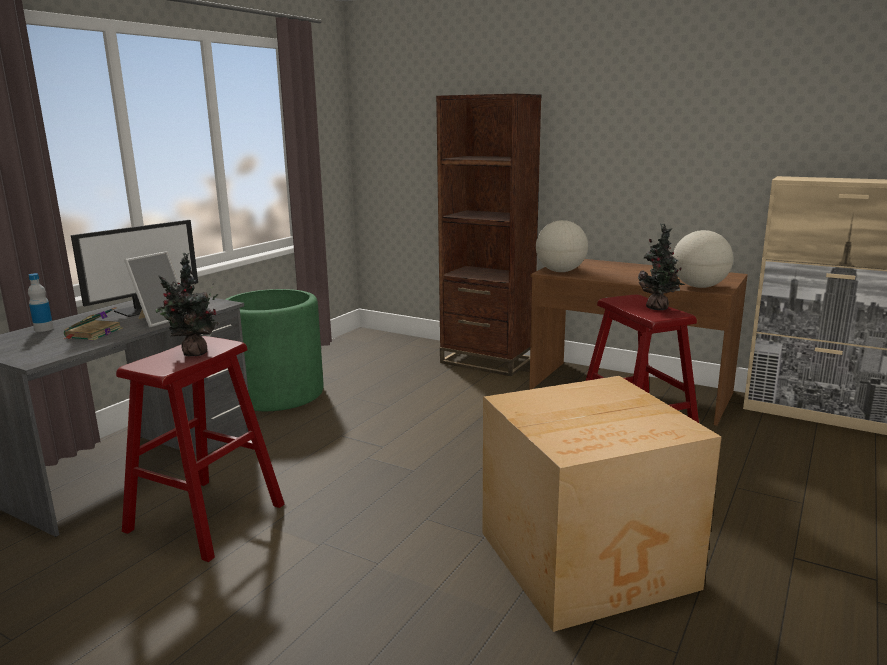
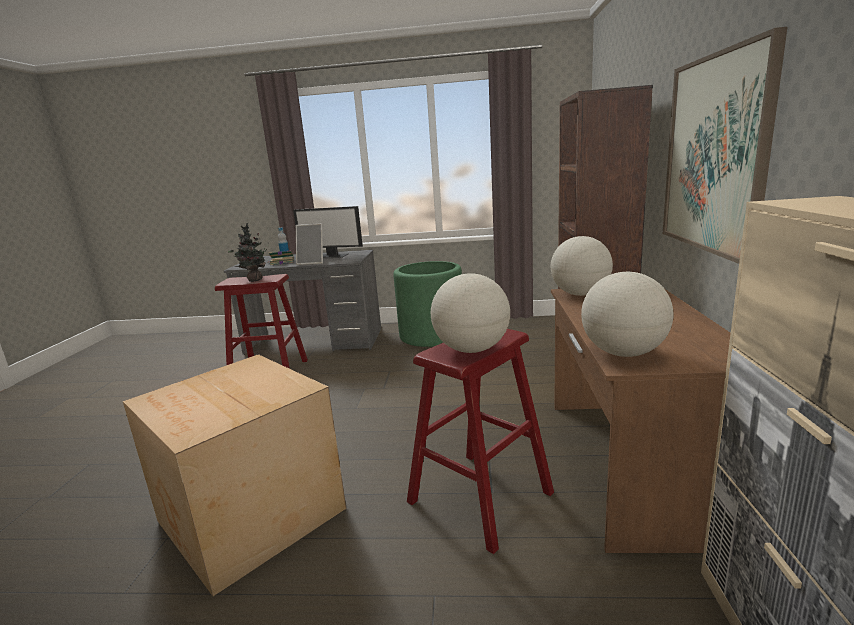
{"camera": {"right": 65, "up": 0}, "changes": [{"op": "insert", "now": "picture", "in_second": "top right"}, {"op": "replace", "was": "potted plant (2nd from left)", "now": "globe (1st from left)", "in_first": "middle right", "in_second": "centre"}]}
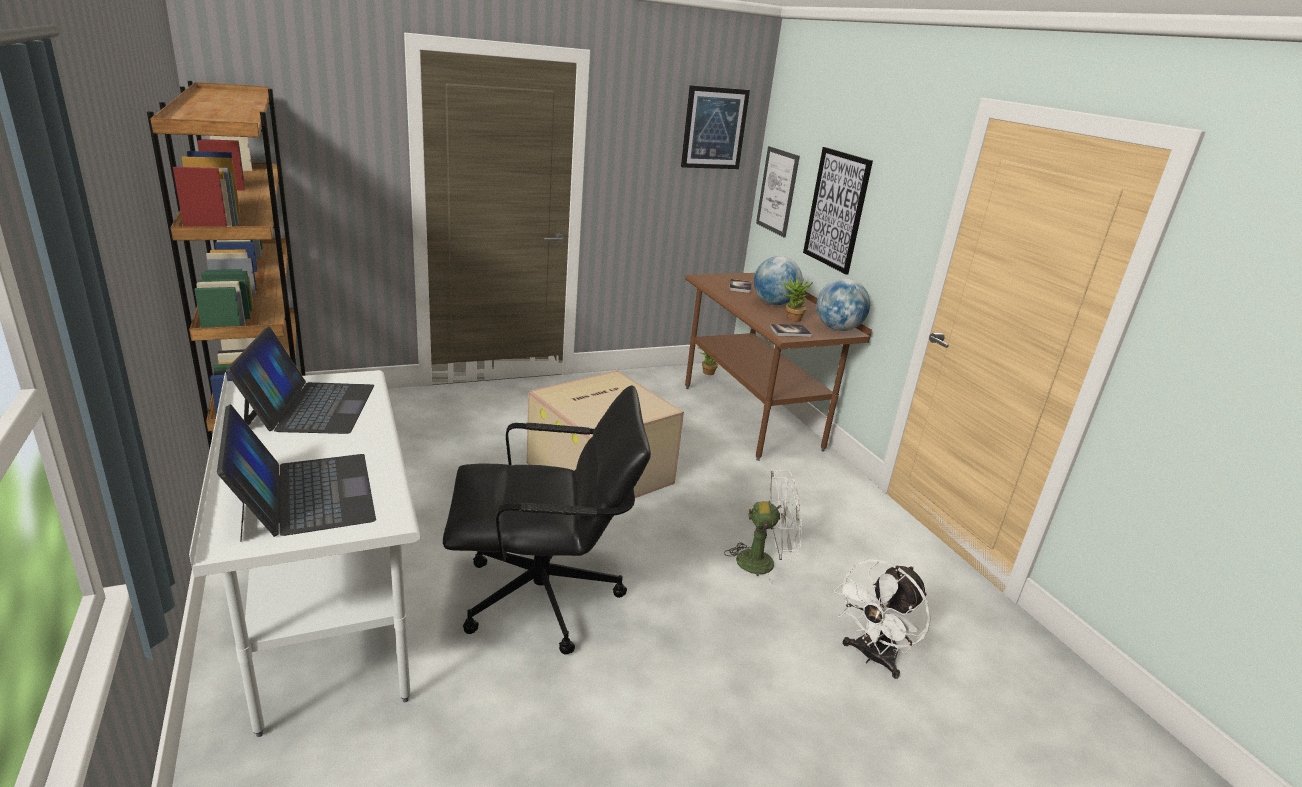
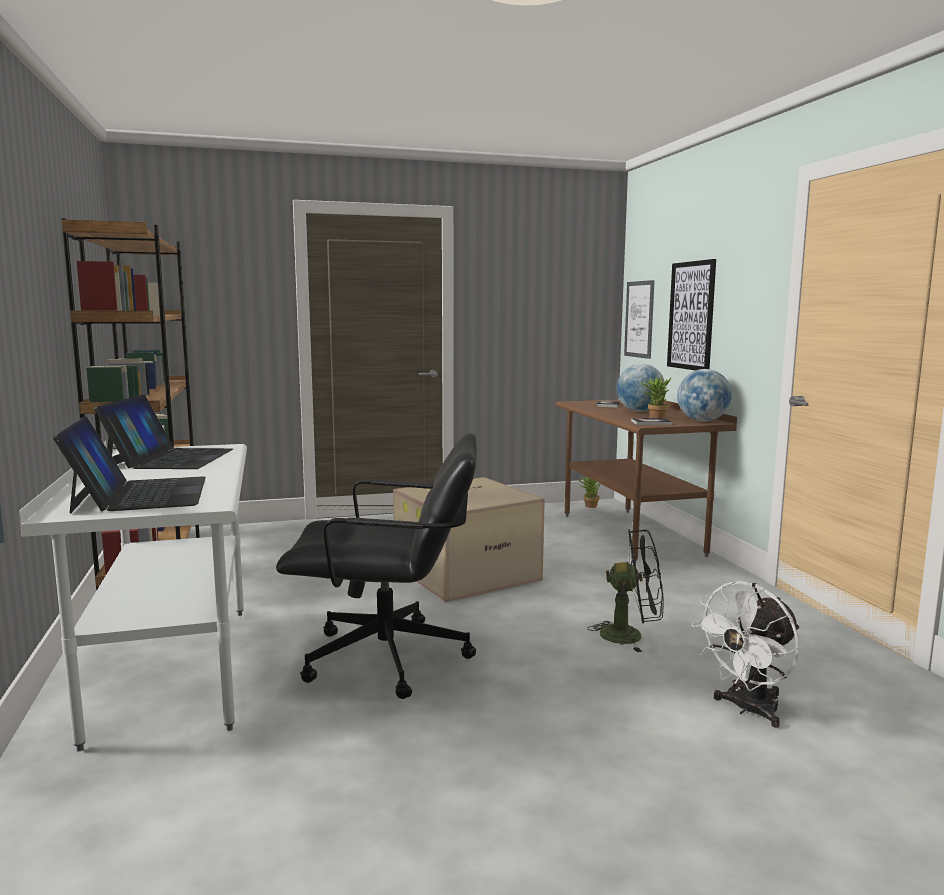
{"camera": {"right": 10, "up": -15}, "changes": [{"op": "delete", "was": "picture (1st from left)", "in_first": "top centre"}, {"op": "recolor", "was": "fan (white) (1st from left)", "now": "fan (black)", "in_first": "bottom centre", "in_second": "centre"}]}
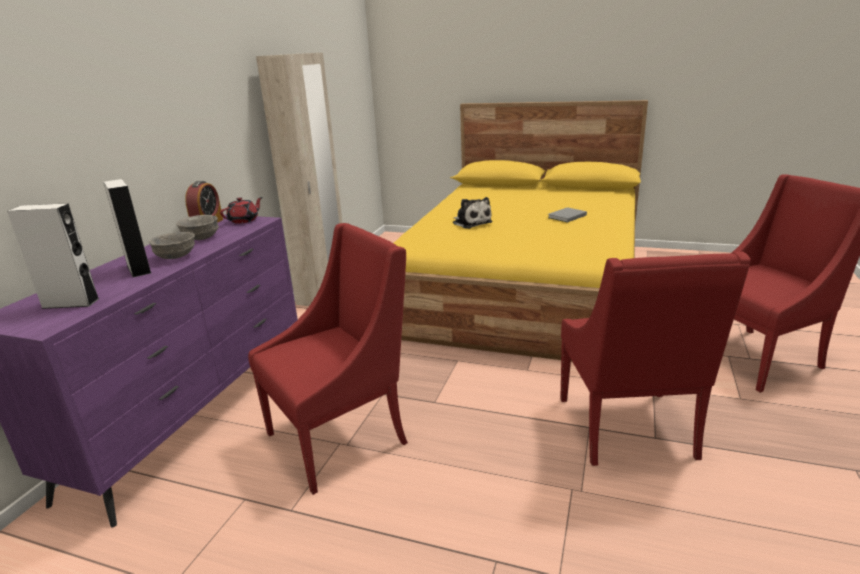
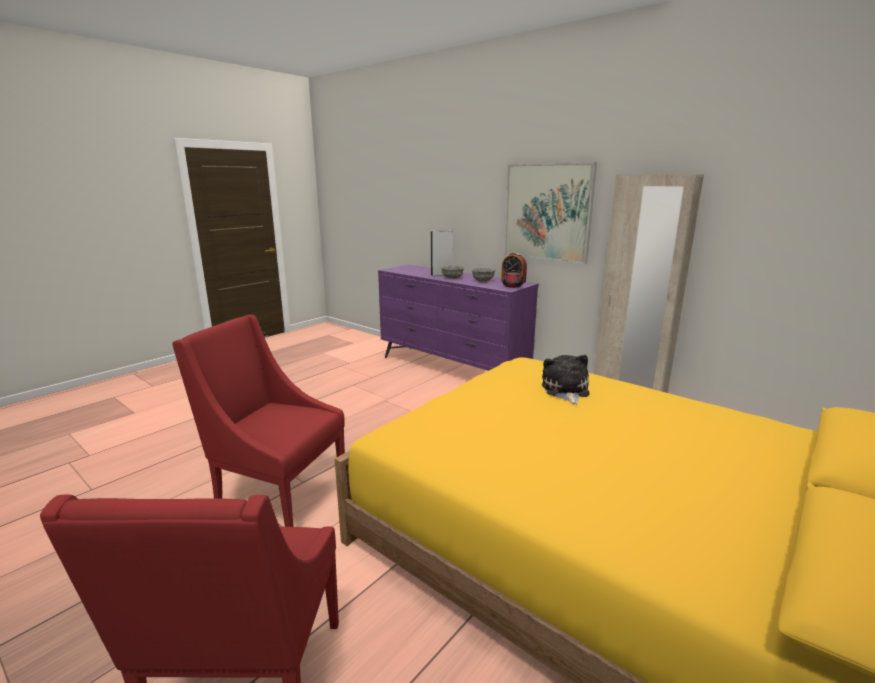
{"camera": {"right": 110, "up": -5}, "changes": [{"op": "delete", "was": "speaker (grey) (1st from left)", "in_first": "middle left"}, {"op": "delete", "was": "armchair (red) (1st from left)", "in_first": "centre"}, {"op": "delete", "was": "book (grey)", "in_first": "centre"}, {"op": "insert", "now": "picture", "in_second": "top centre"}, {"op": "rotate", "was": "plush toy", "in_first": "centre", "in_second": "centre", "clockwise": 105}]}
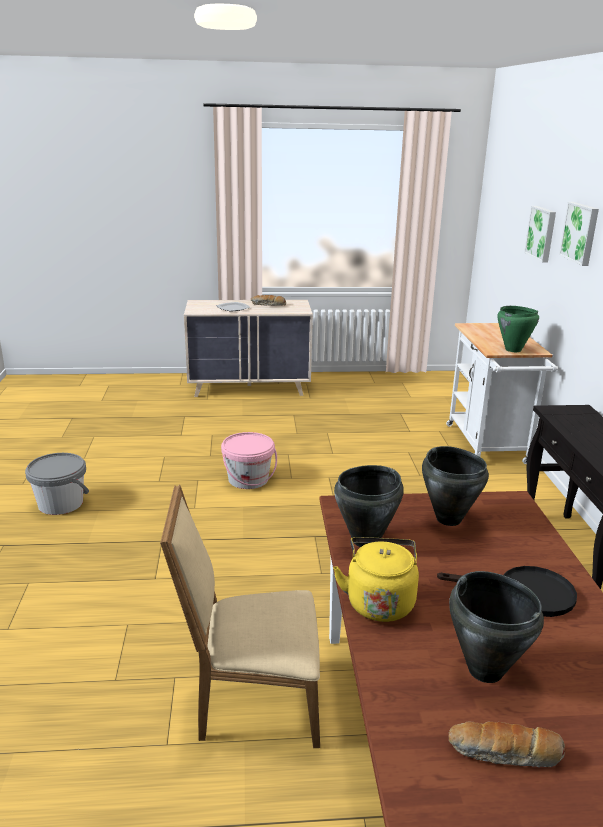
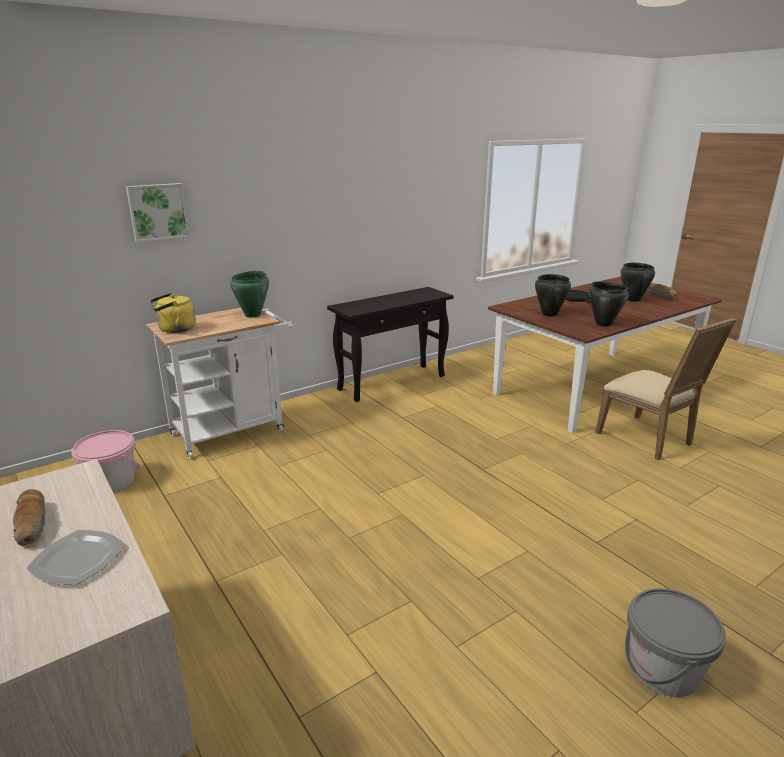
{"camera": {"right": -120, "up": 0}, "changes": [{"op": "delete", "was": "picture (2nd from left)", "in_first": "top right"}, {"op": "move", "was": "bucket (pink)", "in_first": "centre", "in_second": "middle left"}, {"op": "move", "was": "kettle (yellow)", "in_first": "bottom centre", "in_second": "middle left"}]}
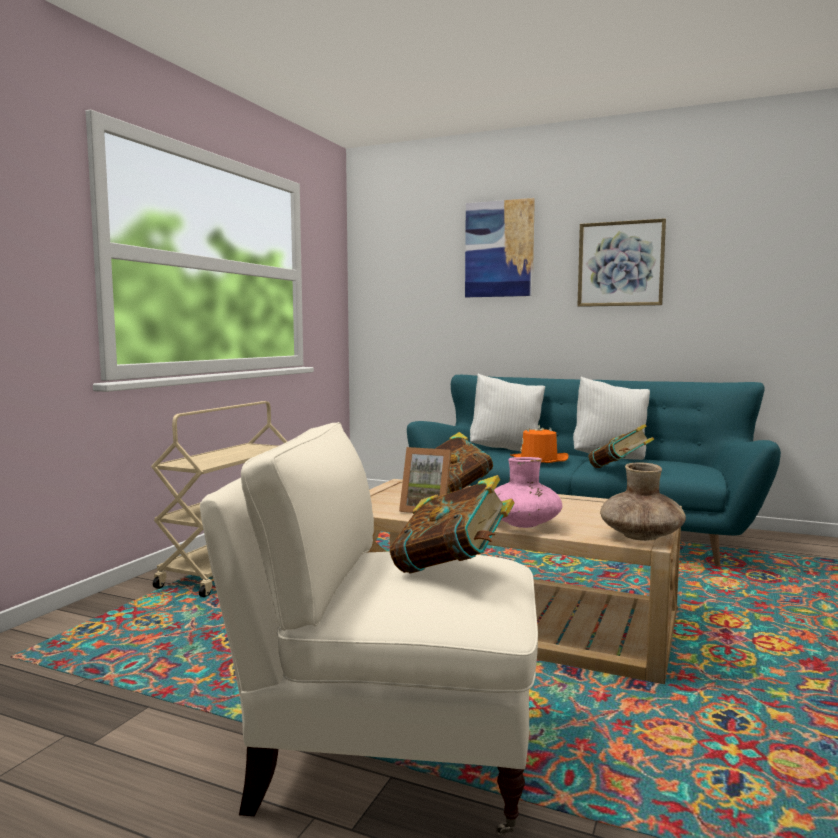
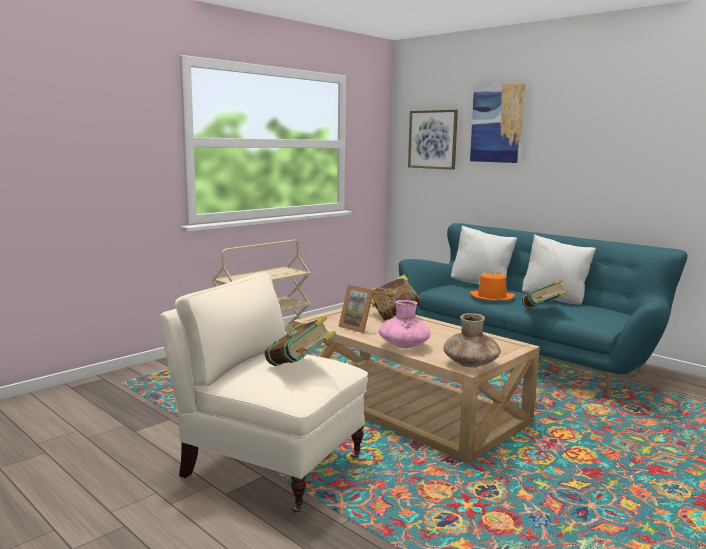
{"camera": {"right": 20, "up": 5}, "changes": [{"op": "move", "was": "picture (2nd from left in the first image)", "now": "picture (1st from left)", "in_first": "top right", "in_second": "top centre"}]}
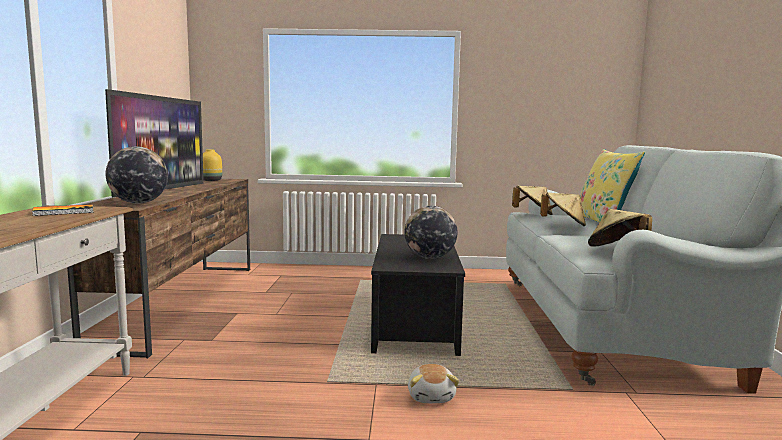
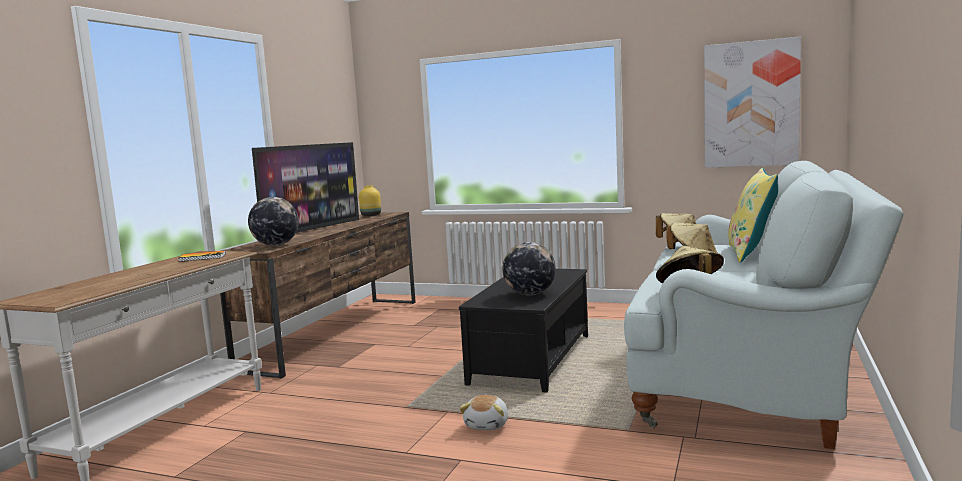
{"camera": {"right": 20, "up": 0}, "changes": [{"op": "insert", "now": "picture", "in_second": "top right"}]}
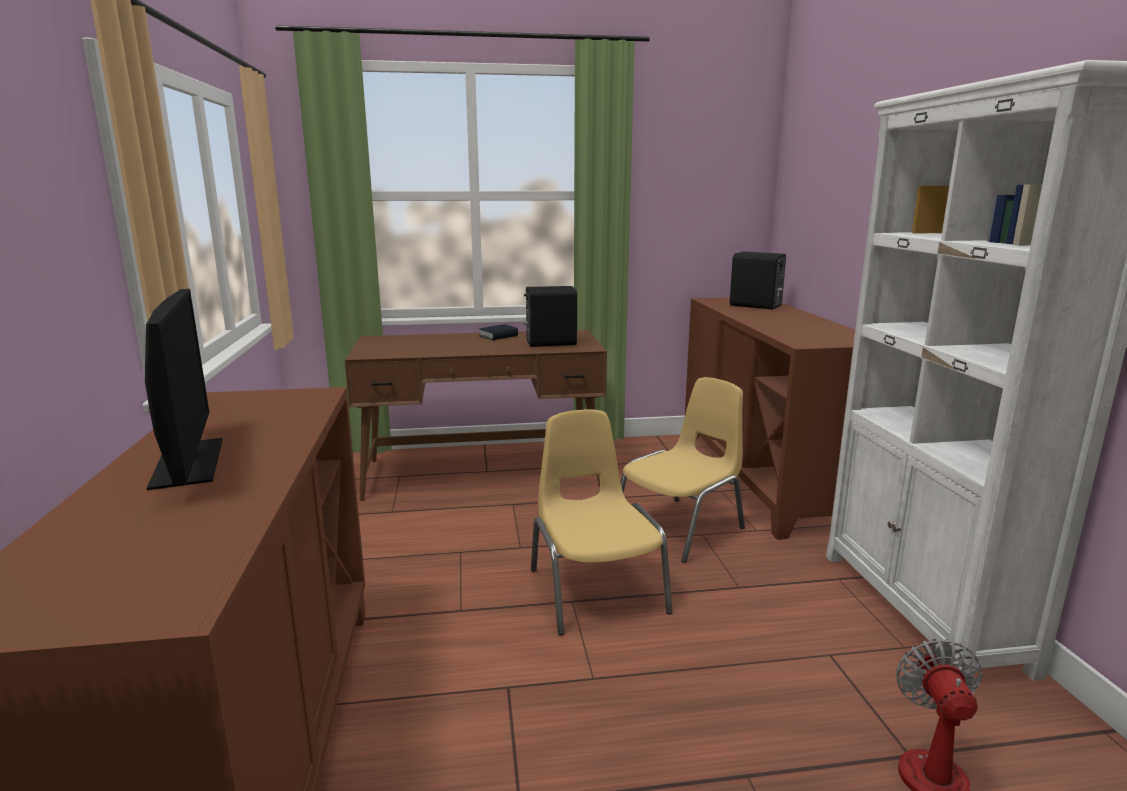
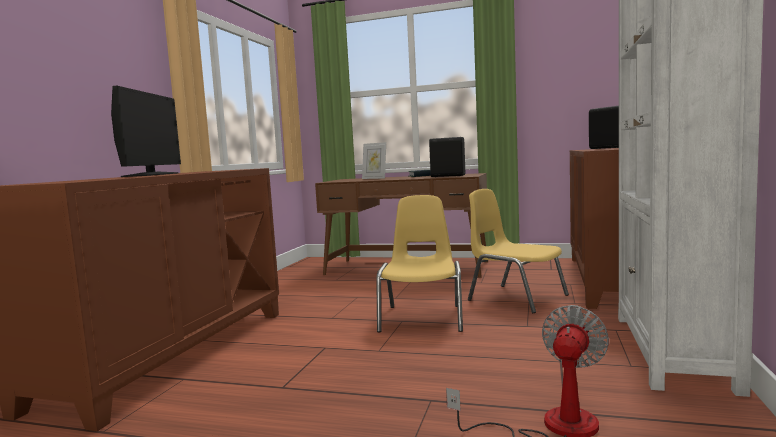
{"camera": {"right": 25, "up": -10}, "changes": [{"op": "insert", "now": "picture frame", "in_second": "centre"}, {"op": "rotate", "was": "chair (yellow) (2nd from left)", "in_first": "centre", "in_second": "middle right", "clockwise": -120}]}
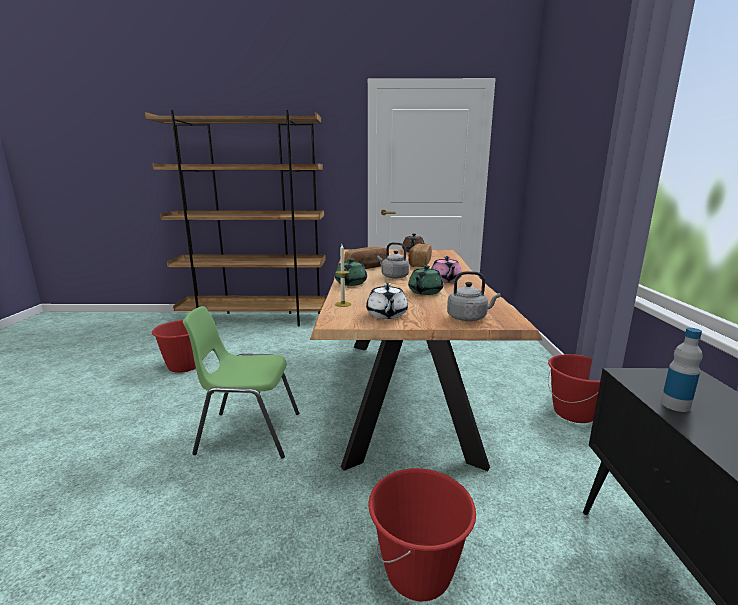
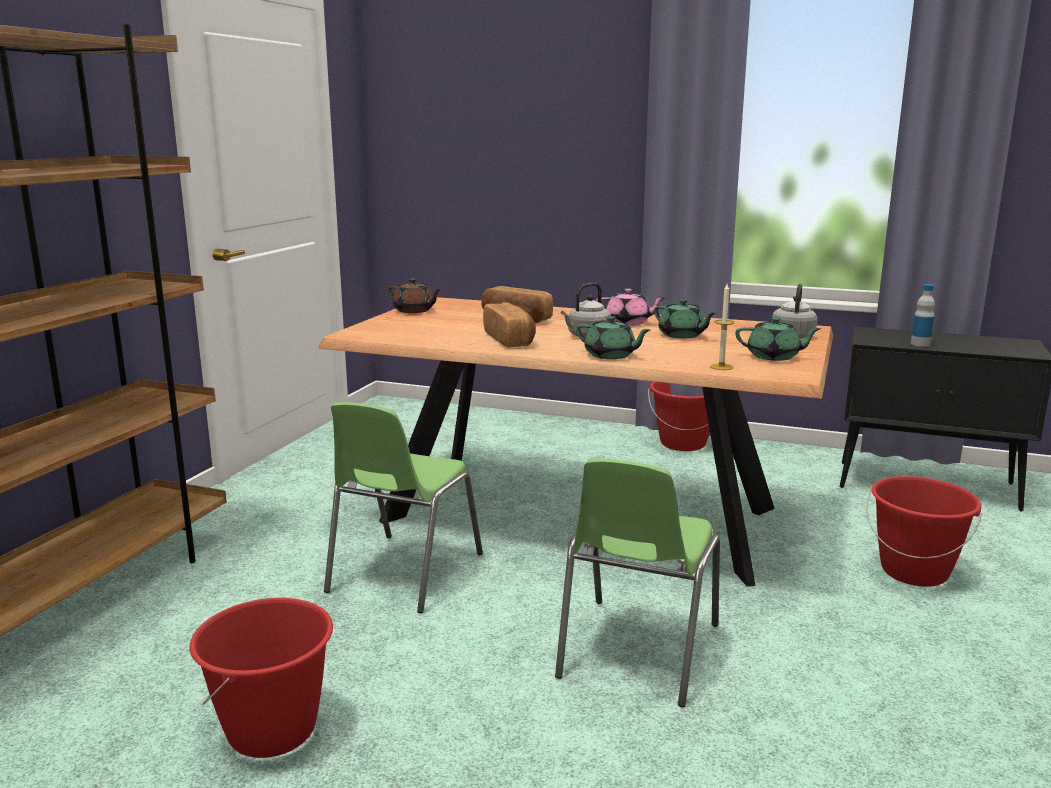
{"camera": {"right": -70, "up": 0}, "changes": [{"op": "insert", "now": "chair (green) (1st from left)", "in_second": "centre"}, {"op": "recolor", "was": "teapot (white)", "now": "teapot (green) (3rd from left)", "in_first": "centre", "in_second": "middle right"}]}
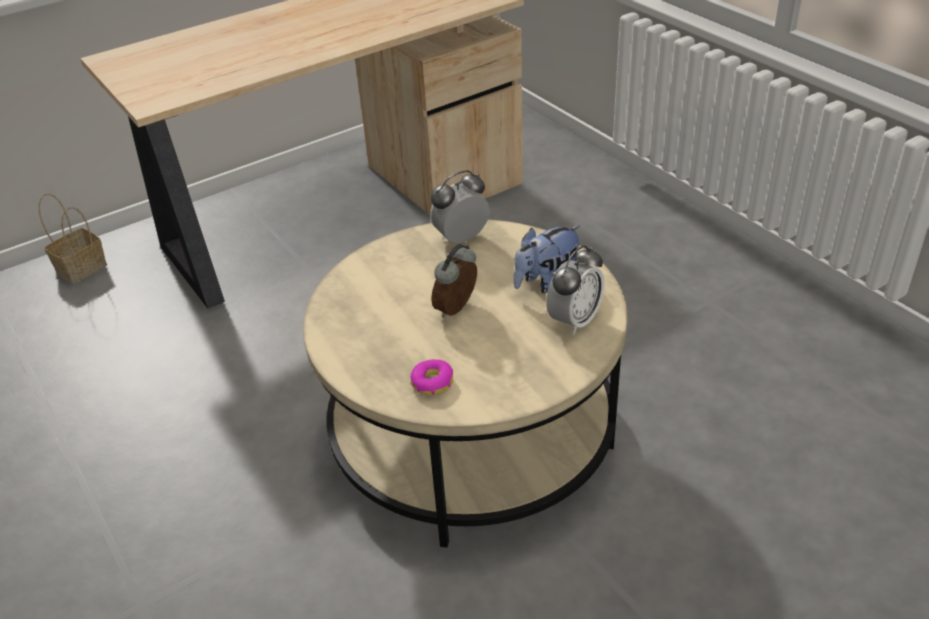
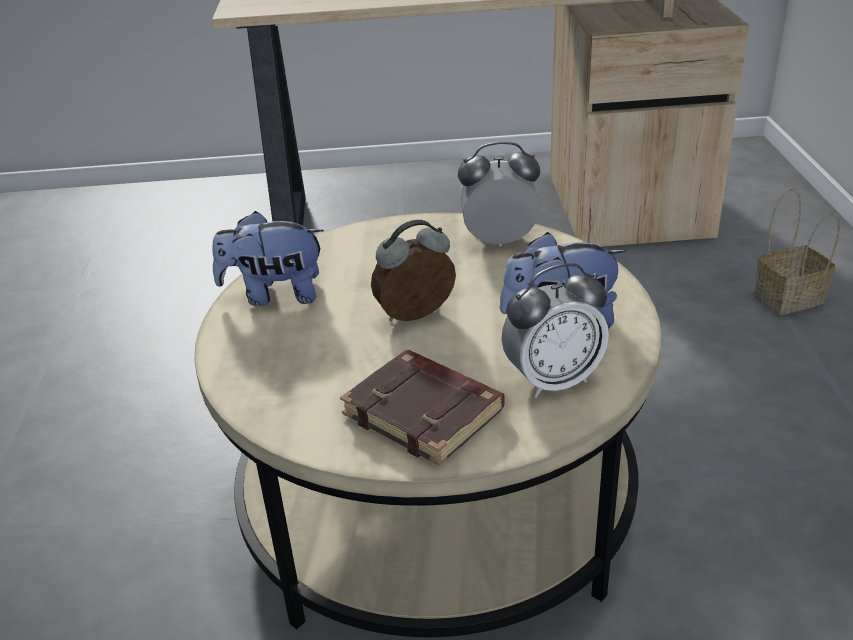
{"camera": {"right": 30, "up": -5}, "changes": [{"op": "delete", "was": "donut", "in_first": "centre"}, {"op": "insert", "now": "plush toy (1st from left)", "in_second": "middle left"}, {"op": "insert", "now": "book (brown)", "in_second": "centre"}, {"op": "move", "was": "basket", "in_first": "middle left", "in_second": "middle right"}]}
